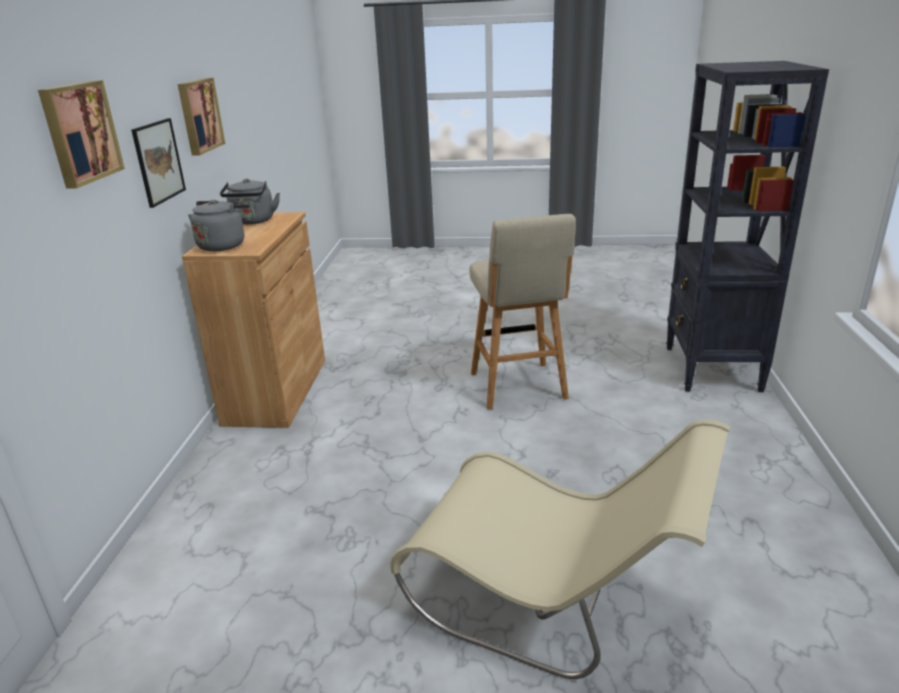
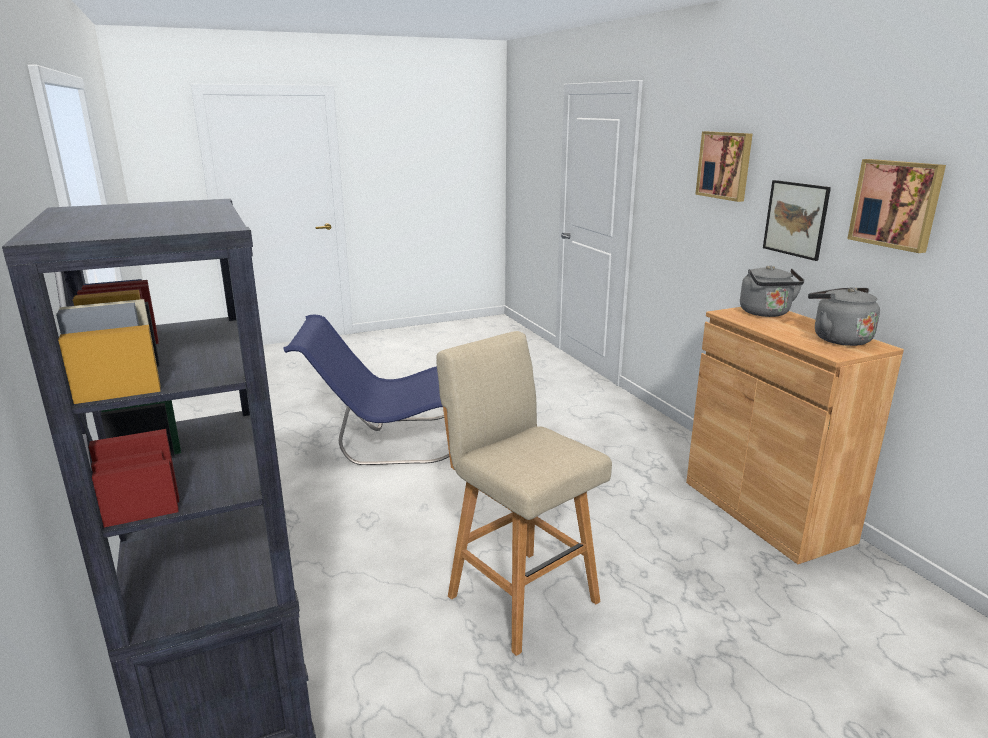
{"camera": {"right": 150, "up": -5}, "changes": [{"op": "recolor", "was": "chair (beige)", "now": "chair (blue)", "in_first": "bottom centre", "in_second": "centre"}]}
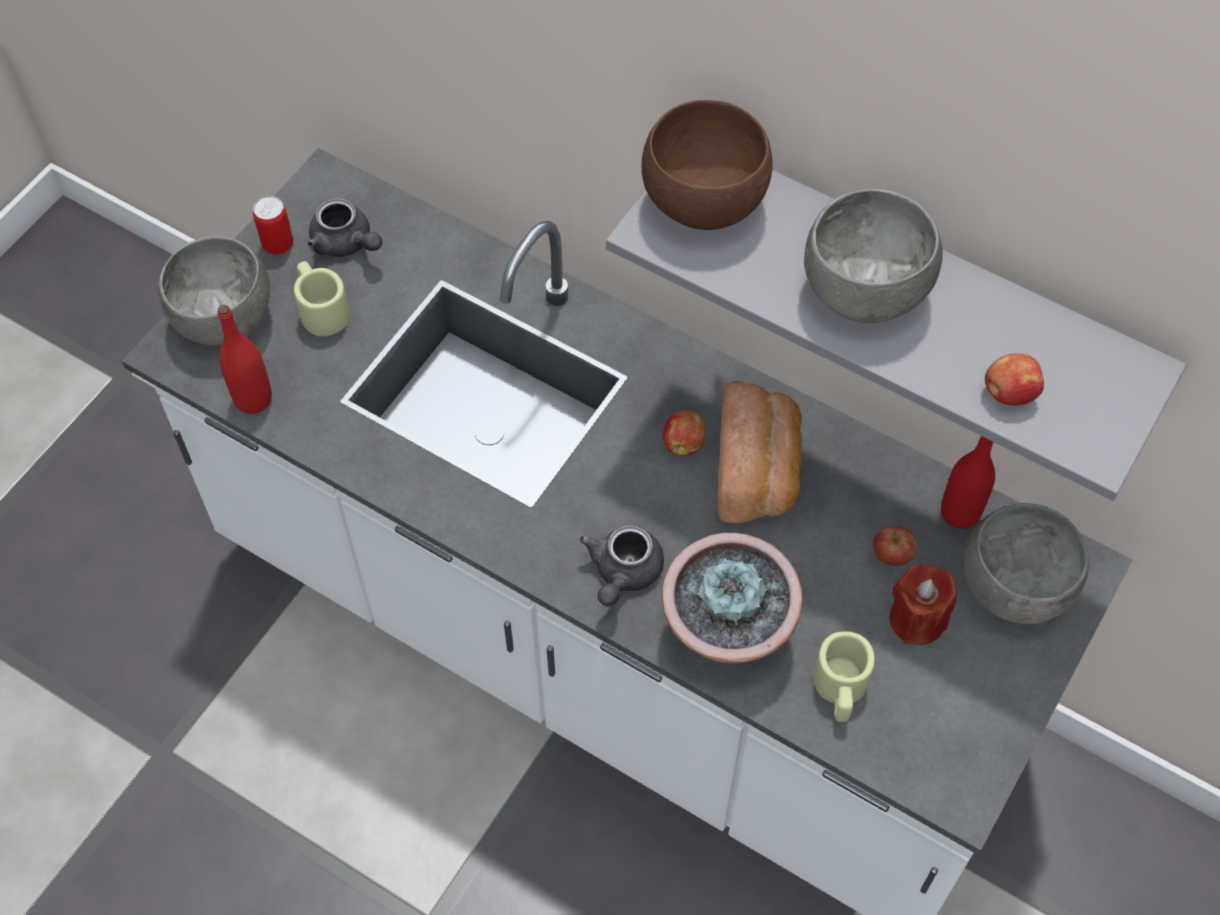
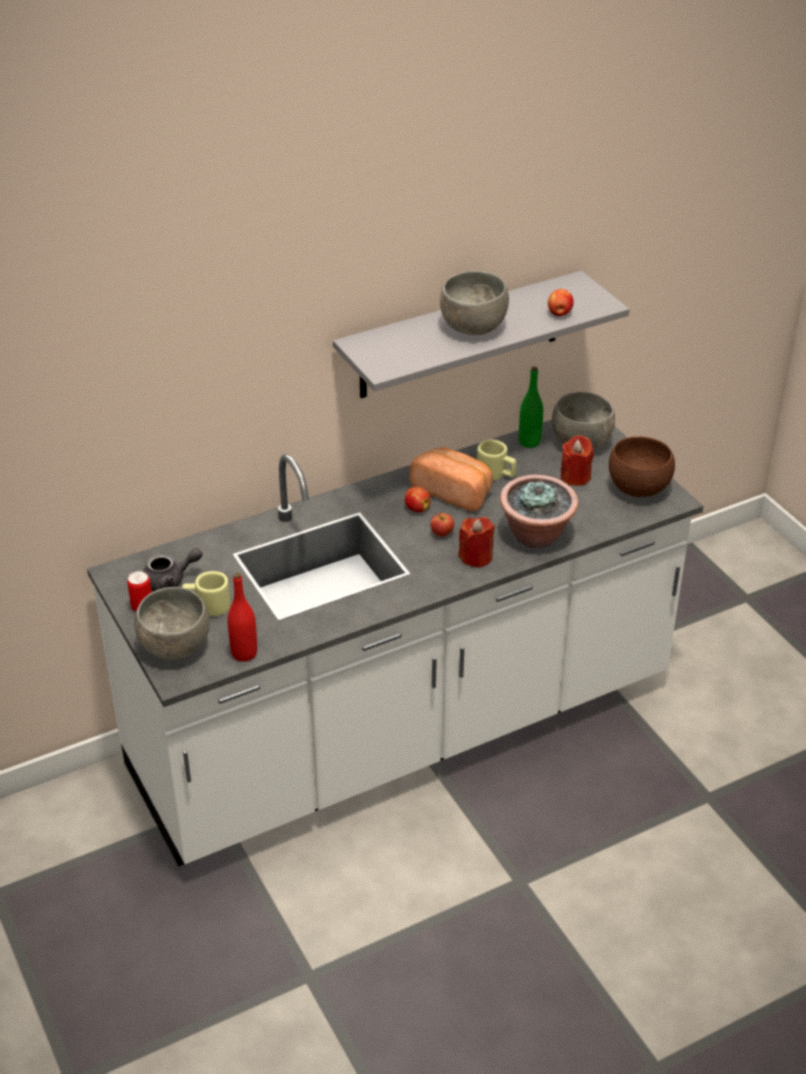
{"camera": {"right": -60, "up": -20}, "changes": [{"op": "move", "was": "bowl (brown)", "in_first": "top centre", "in_second": "middle right"}, {"op": "move", "was": "mug (beige) (2nd from left)", "in_first": "bottom right", "in_second": "centre"}, {"op": "move", "was": "apple (2nd from left)", "in_first": "middle right", "in_second": "centre"}, {"op": "replace", "was": "teapot (grey) (2nd from left)", "now": "candle (red) (1st from left)", "in_first": "centre", "in_second": "centre"}, {"op": "recolor", "was": "bottle (red) (2nd from left)", "now": "bottle (green)", "in_first": "middle right", "in_second": "centre"}]}
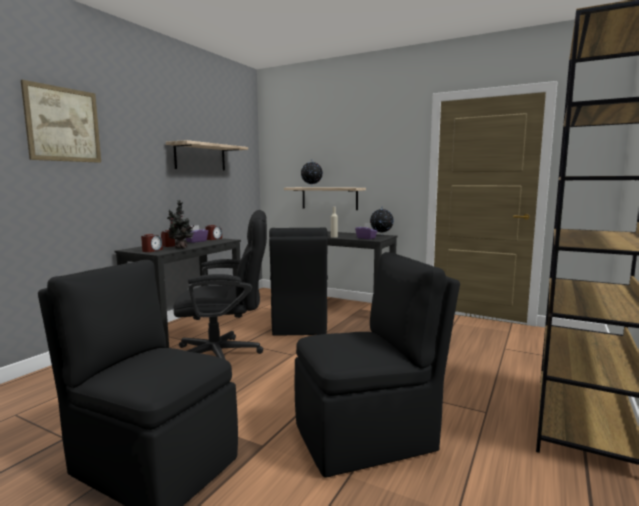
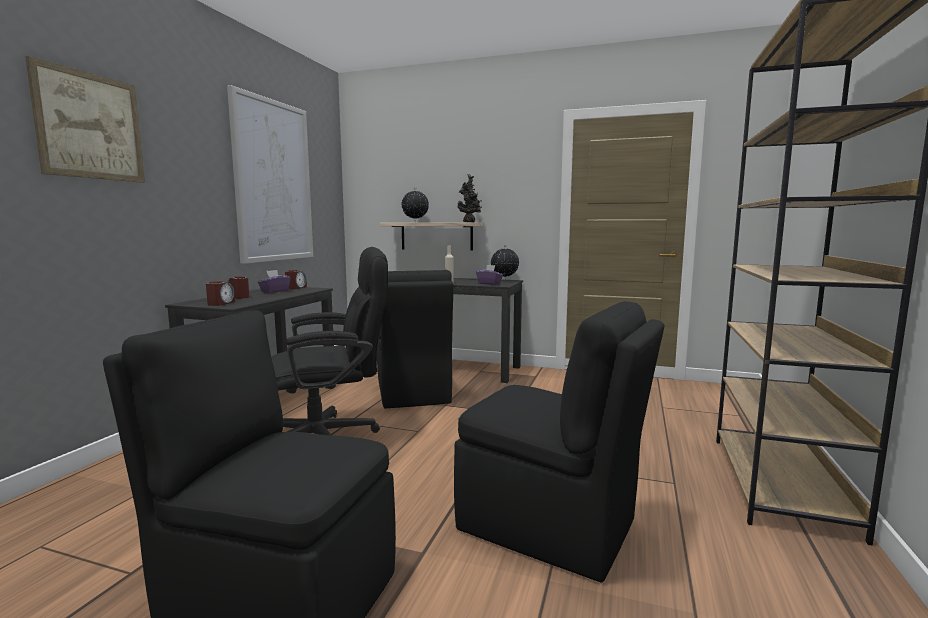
{"camera": {"right": -10, "up": 0}, "changes": [{"op": "move", "was": "potted plant", "in_first": "middle left", "in_second": "top centre"}, {"op": "replace", "was": "shelf (1st from left)", "now": "picture (2nd from left)", "in_first": "top left", "in_second": "top left"}, {"op": "rotate", "was": "chair (black) (3rd from left)", "in_first": "bottom centre", "in_second": "bottom centre", "clockwise": 60}]}
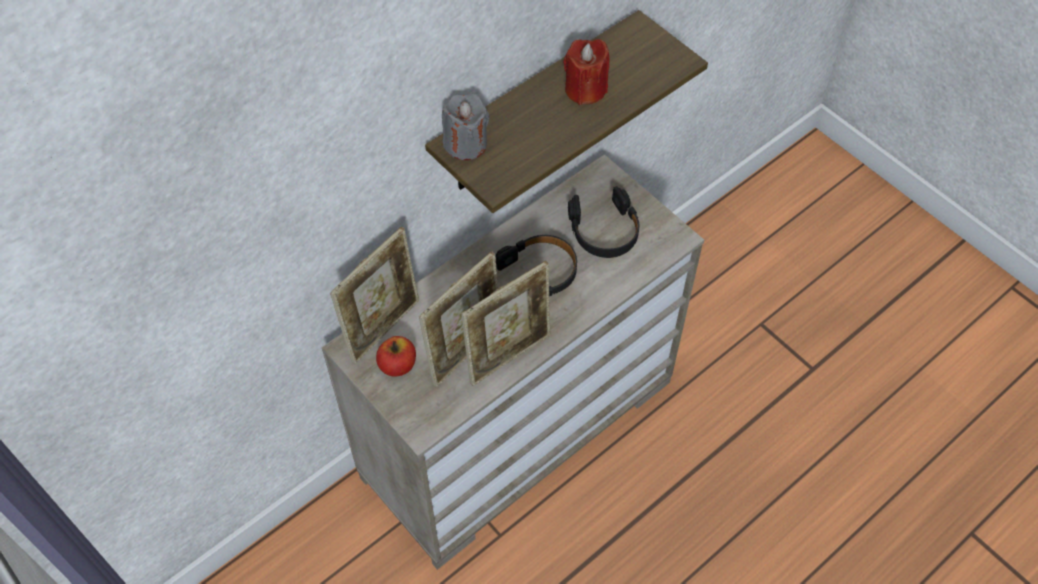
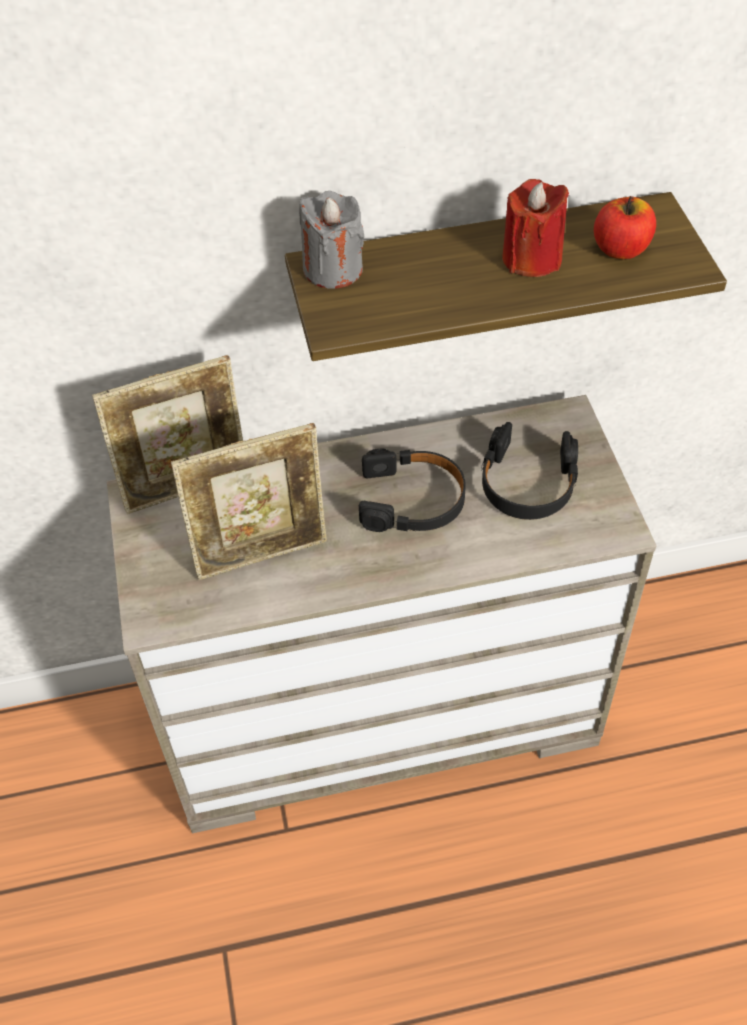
{"camera": {"right": 30, "up": -5}, "changes": [{"op": "delete", "was": "picture frame (3rd from left)", "in_first": "centre"}, {"op": "move", "was": "apple", "in_first": "centre", "in_second": "top right"}]}
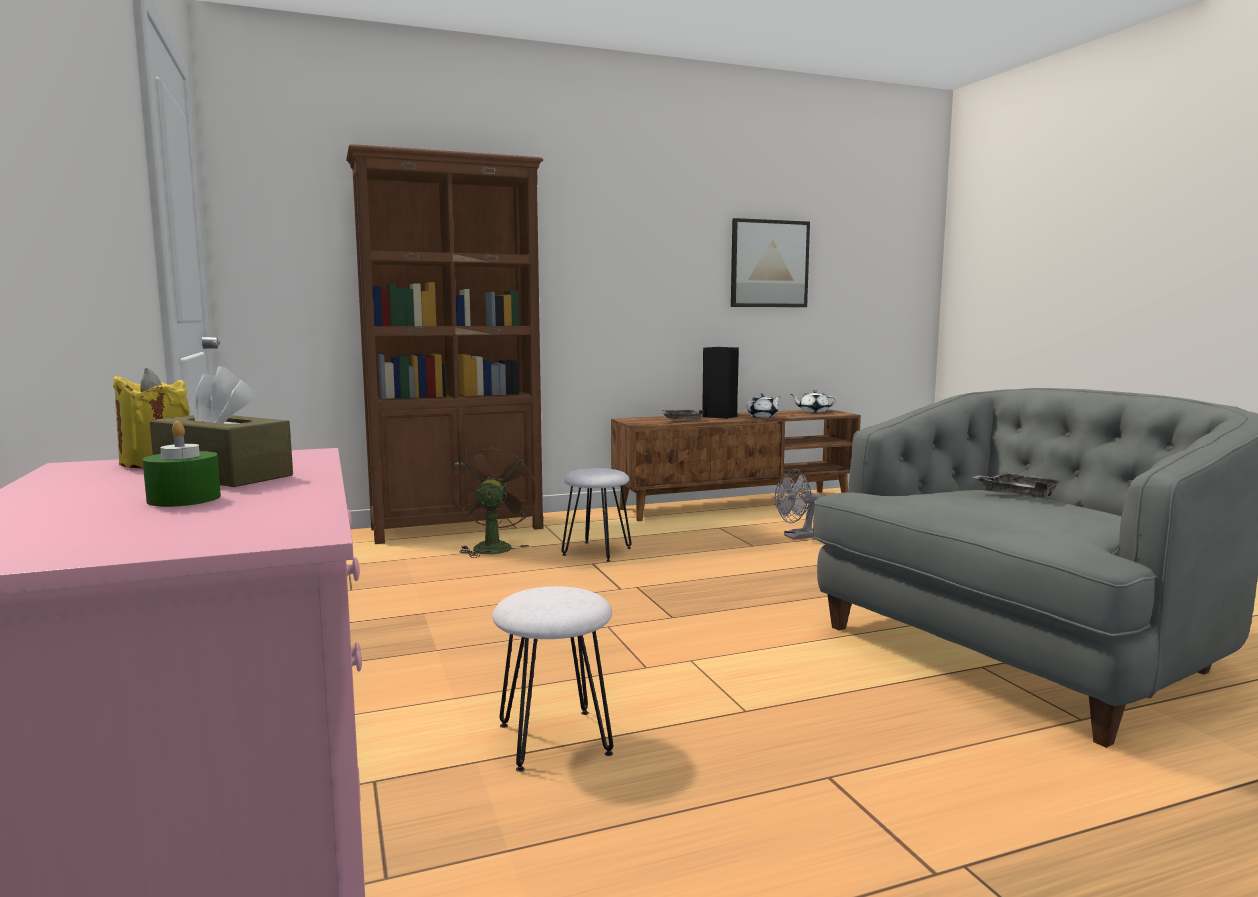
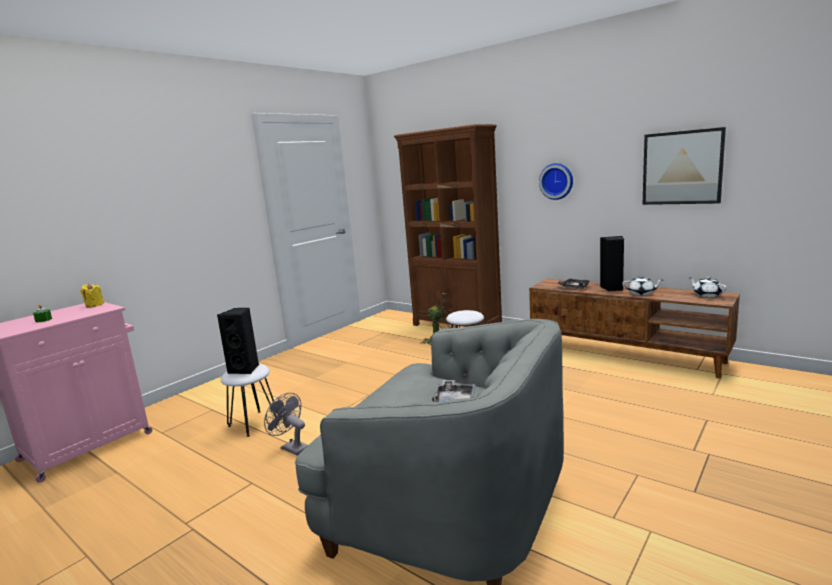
{"camera": {"right": 60, "up": 5}, "changes": [{"op": "delete", "was": "tissue box (brown)", "in_first": "middle left"}, {"op": "insert", "now": "speaker (black) (1st from left)", "in_second": "middle left"}, {"op": "insert", "now": "wall clock", "in_second": "top right"}, {"op": "move", "was": "fan (grey)", "in_first": "centre", "in_second": "bottom centre"}]}
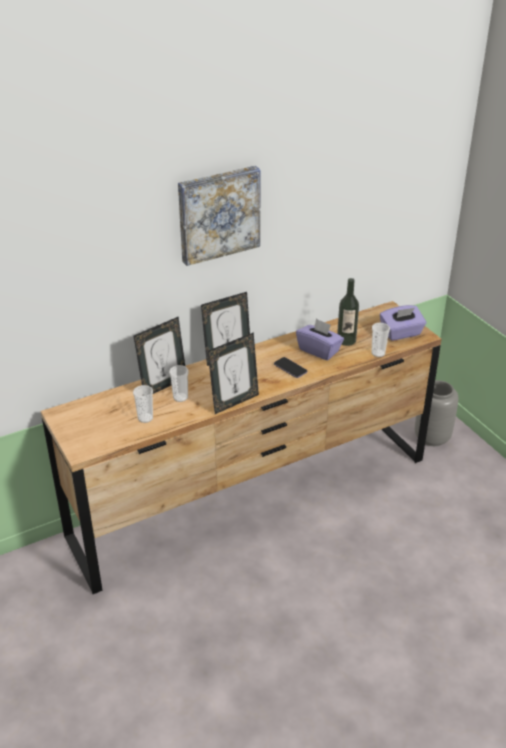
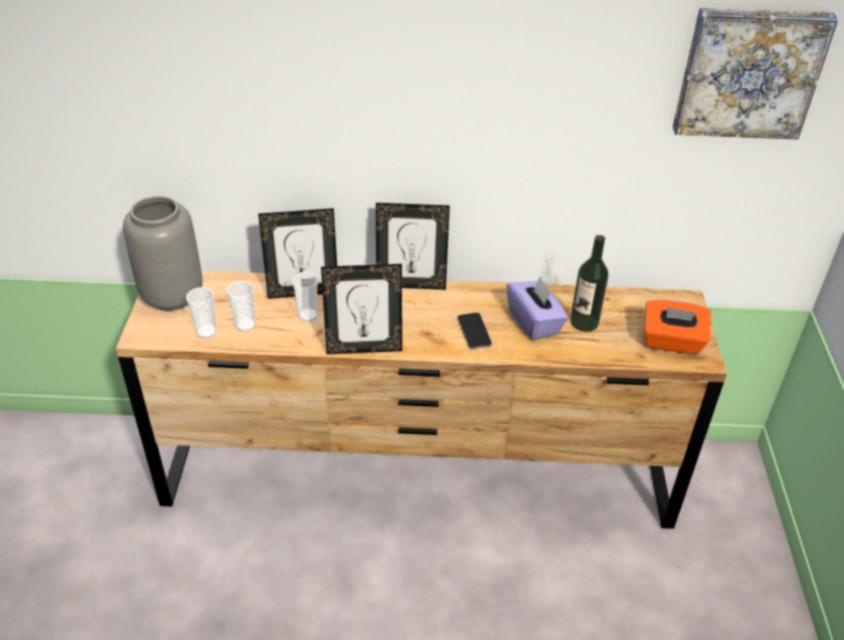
{"camera": {"right": 30, "up": 5}, "changes": [{"op": "move", "was": "picture", "in_first": "top centre", "in_second": "top right"}, {"op": "move", "was": "cup (3rd from left in the first image)", "now": "cup (1st from left)", "in_first": "middle right", "in_second": "middle left"}, {"op": "move", "was": "vase (grey)", "in_first": "middle right", "in_second": "middle left"}, {"op": "recolor", "was": "tissue box (purple) (2nd from left)", "now": "tissue box (orange)", "in_first": "middle right", "in_second": "middle right"}]}
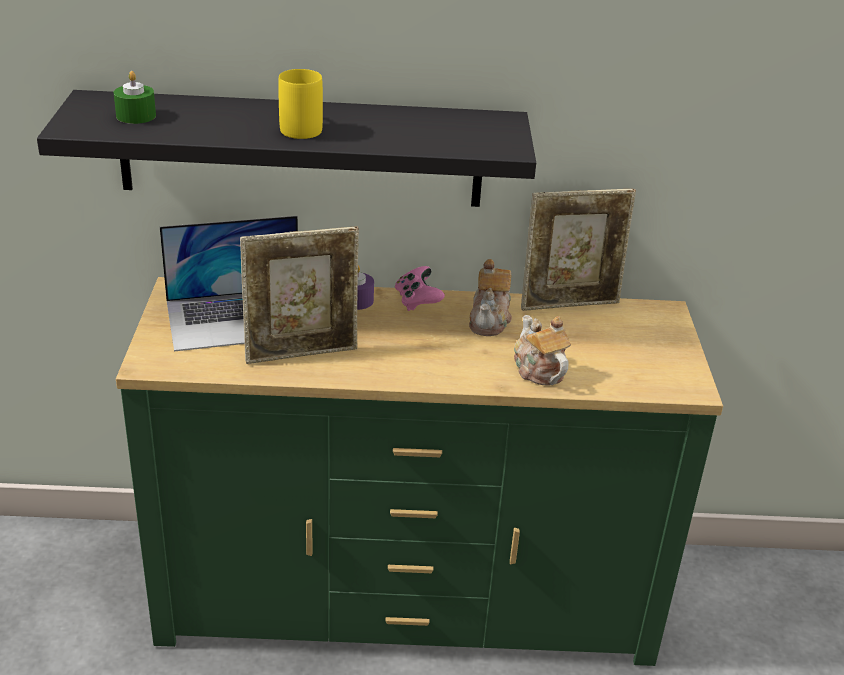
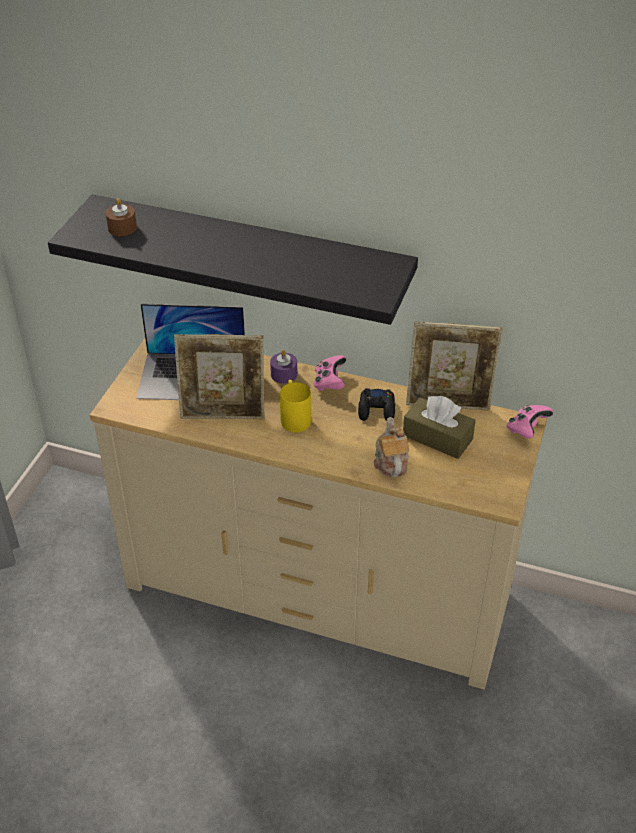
{"camera": {"right": 20, "up": 10}, "changes": [{"op": "insert", "now": "tissue box (brown)", "in_second": "middle right"}, {"op": "insert", "now": "game controller (pink) (2nd from left)", "in_second": "middle right"}, {"op": "move", "was": "mug (yellow)", "in_first": "top centre", "in_second": "centre"}, {"op": "replace", "was": "teapot (1st from left)", "now": "game controller (black)", "in_first": "centre", "in_second": "centre"}, {"op": "recolor", "was": "candle (green)", "now": "candle (brown)", "in_first": "top left", "in_second": "top left"}, {"op": "recolor", "was": "dresser (green)", "now": "dresser (beige)", "in_first": "bottom centre", "in_second": "centre"}]}
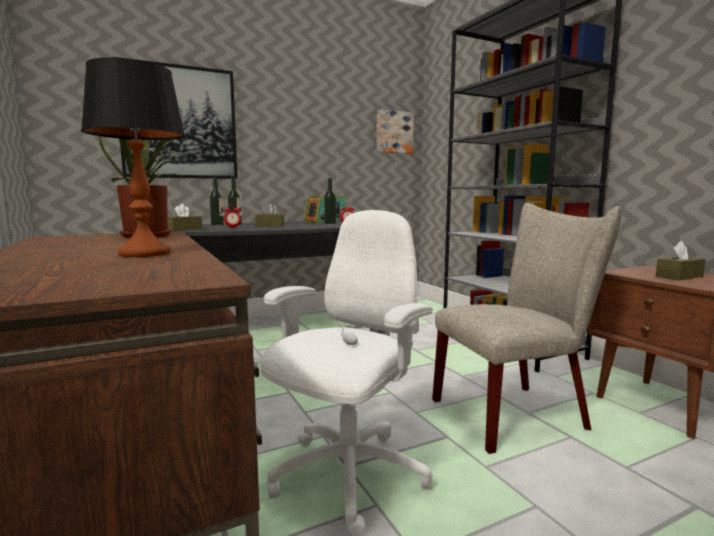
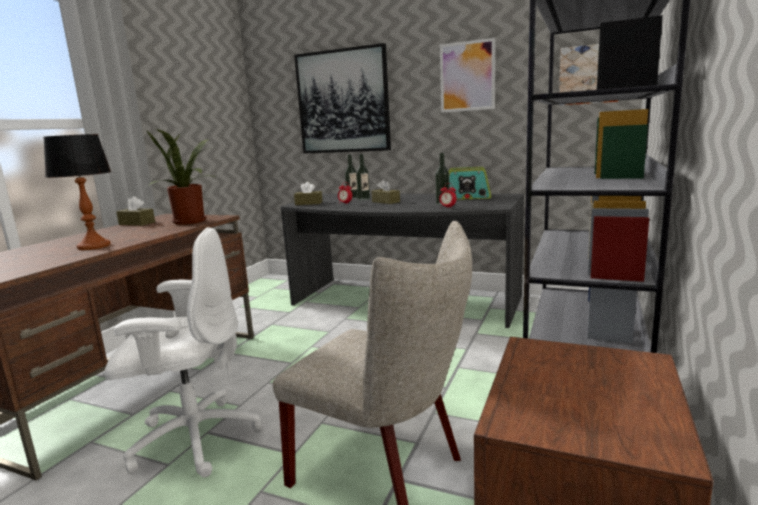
{"camera": {"right": 50, "up": 5}, "changes": [{"op": "insert", "now": "picture (2nd from left)", "in_second": "top centre"}, {"op": "move", "was": "tissue box (brown) (3rd from left in the first image)", "now": "tissue box (brown) (1st from left)", "in_first": "middle right", "in_second": "middle left"}]}
